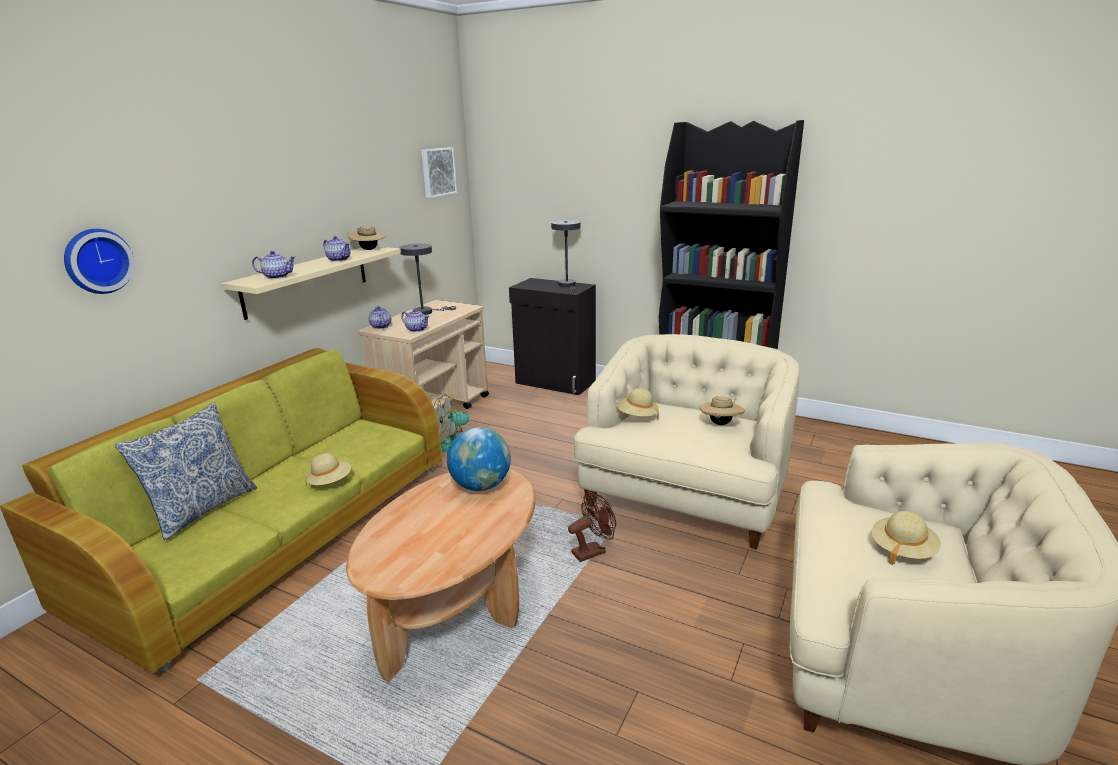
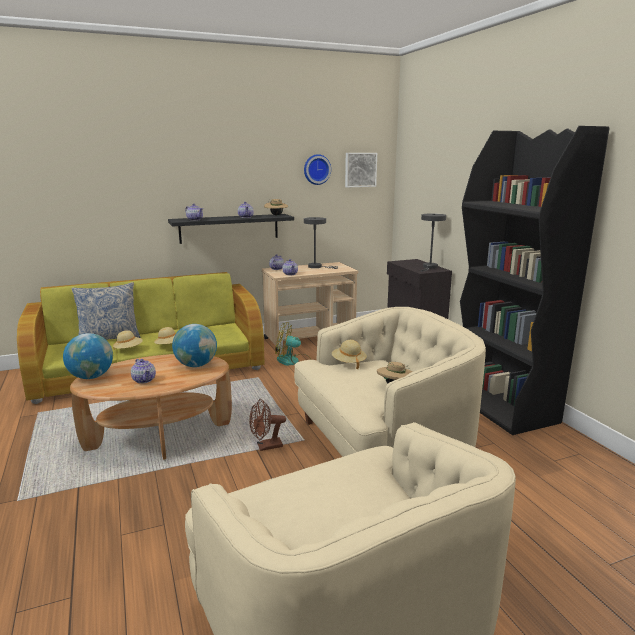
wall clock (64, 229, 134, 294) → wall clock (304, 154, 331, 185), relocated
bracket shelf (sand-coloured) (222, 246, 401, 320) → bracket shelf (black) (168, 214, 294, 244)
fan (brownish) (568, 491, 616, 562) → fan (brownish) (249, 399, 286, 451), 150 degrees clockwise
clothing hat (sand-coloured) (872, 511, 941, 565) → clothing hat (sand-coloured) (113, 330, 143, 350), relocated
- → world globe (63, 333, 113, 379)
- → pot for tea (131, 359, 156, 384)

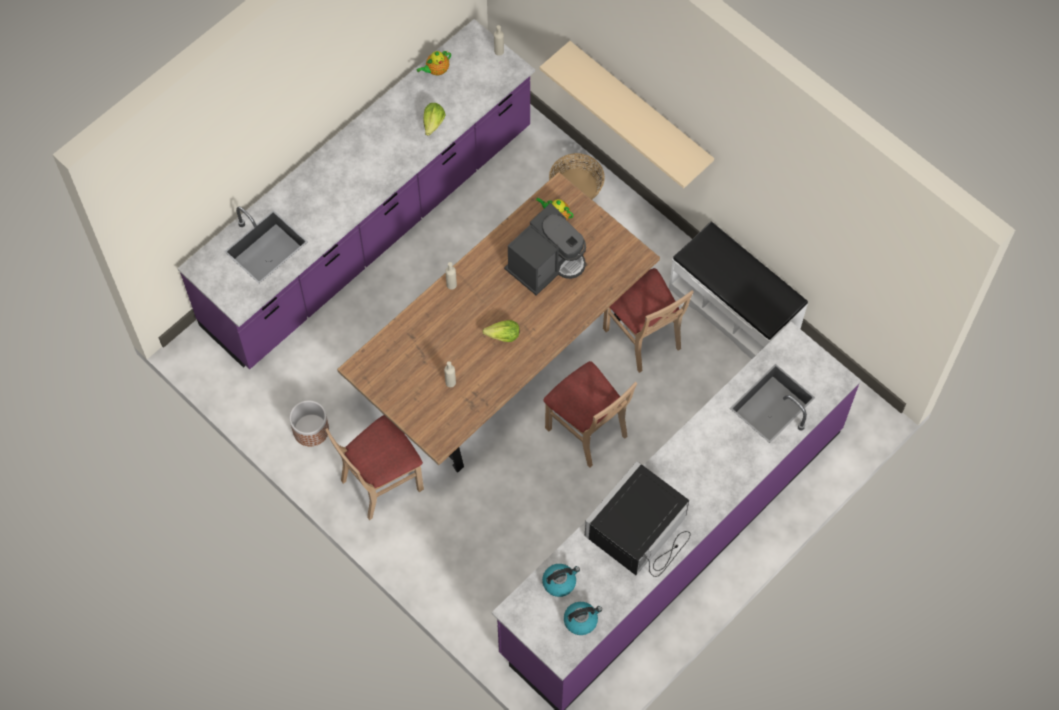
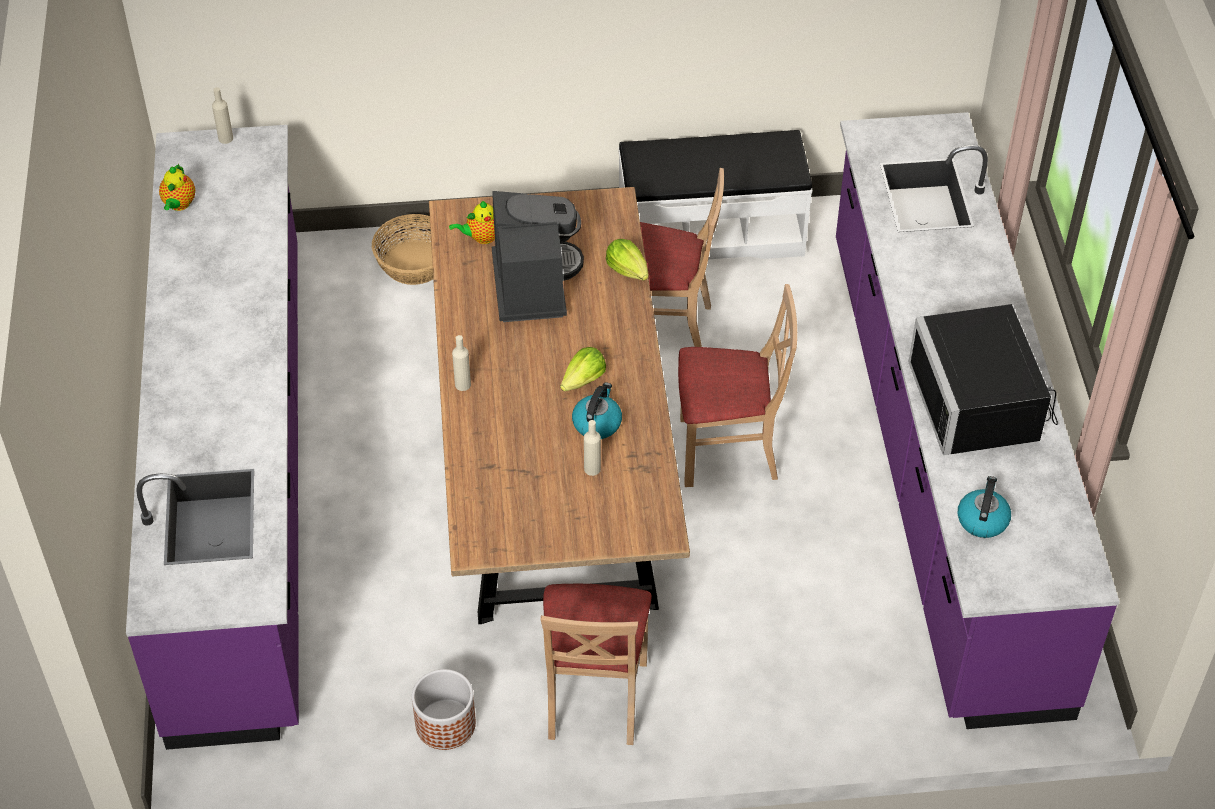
bracket shelf (sand-coloured) (540, 41, 714, 188) → -
lettuce head (423, 103, 446, 136) → lettuce head (606, 239, 649, 281), relocated
water kettle (564, 602, 602, 635) → water kettle (572, 383, 622, 439), relocated

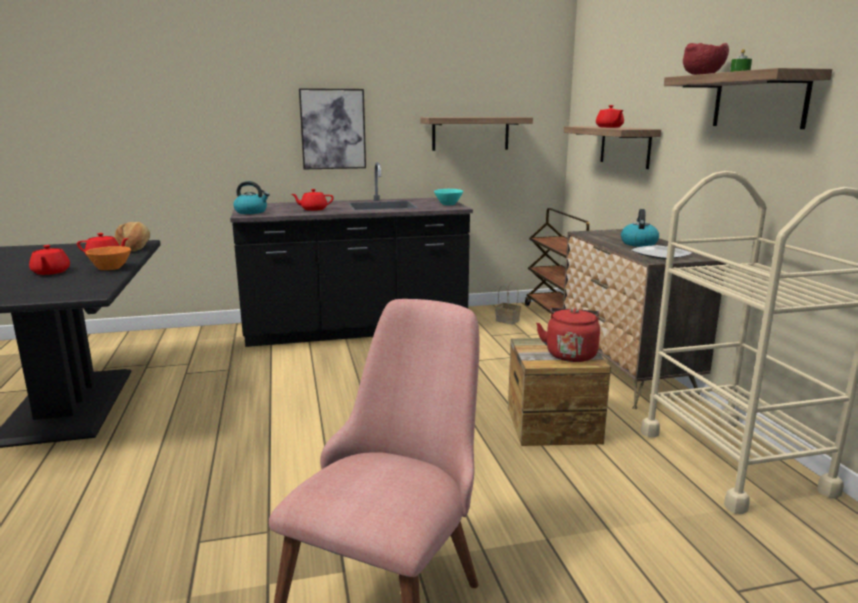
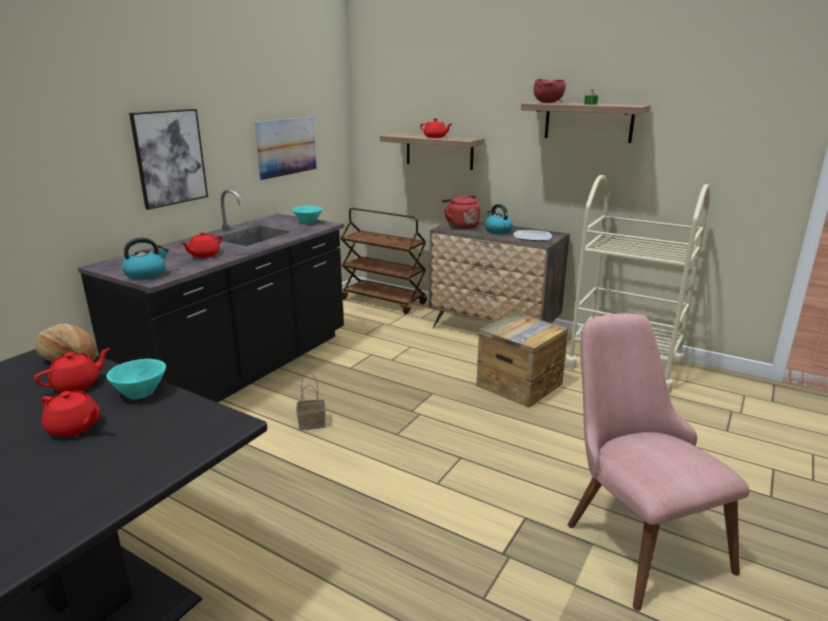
bracket shelf (421, 117, 533, 151) → wall art (255, 117, 317, 180)
bowl (orangey) (86, 246, 131, 270) → bowl (blue-green) (106, 359, 166, 399)
storage basket (495, 281, 521, 325) → storage basket (296, 372, 326, 430), relocated
water kettle (reddish) (536, 308, 600, 362) → water kettle (reddish) (442, 195, 480, 229), relocated

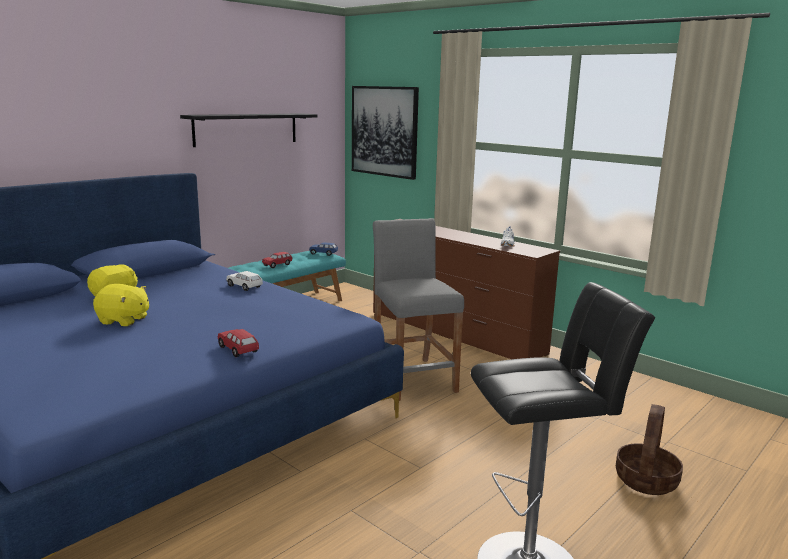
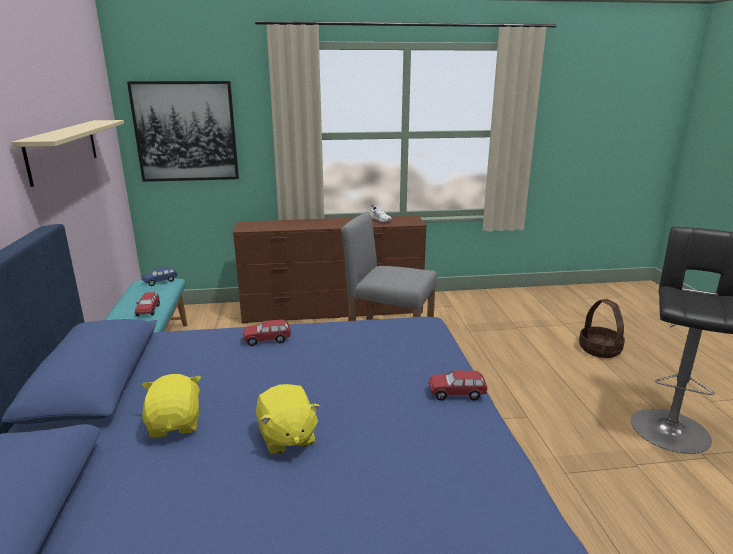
bracket shelf (black) (180, 113, 317, 147) → bracket shelf (sand-coloured) (11, 120, 124, 187)
toy car (whitish) (226, 271, 263, 291) → toy car (reddish) (243, 320, 291, 346)
cuddly toy (yellowish) (93, 284, 149, 326) → cuddly toy (yellowish) (256, 384, 320, 455), 105 degrees clockwise

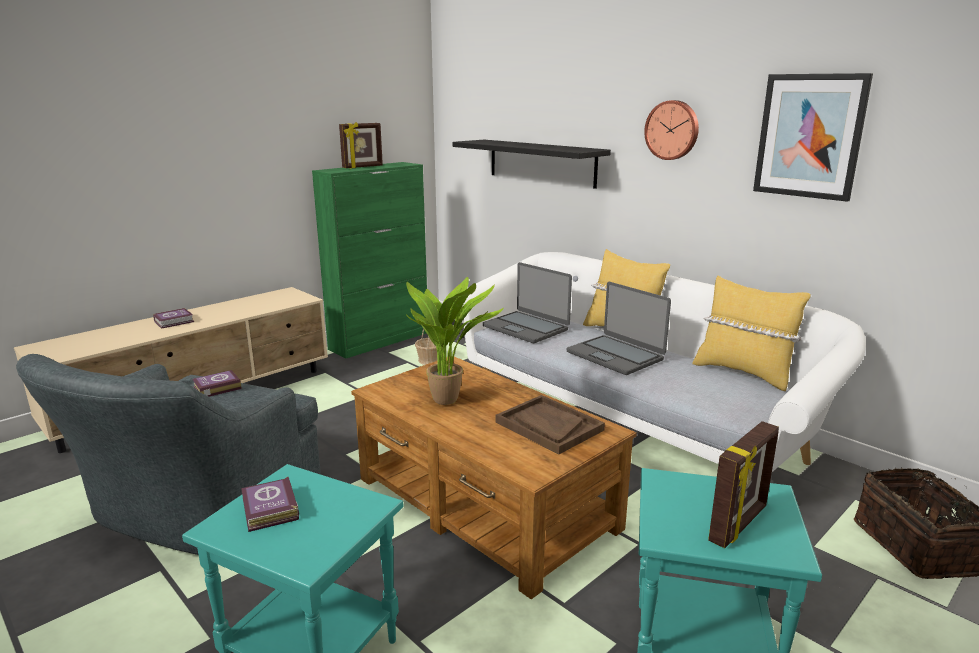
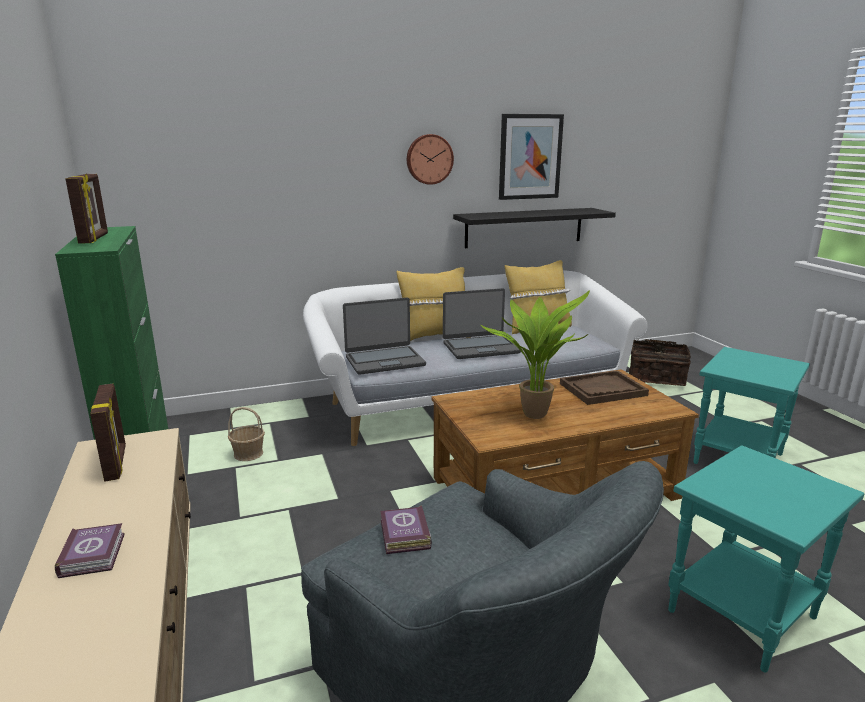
bracket shelf (black) (452, 140, 611, 189) → bracket shelf (black) (453, 208, 616, 248), relocated
photo frame (708, 421, 779, 548) → photo frame (90, 384, 126, 482), relocated
bound book (241, 477, 299, 532) → -

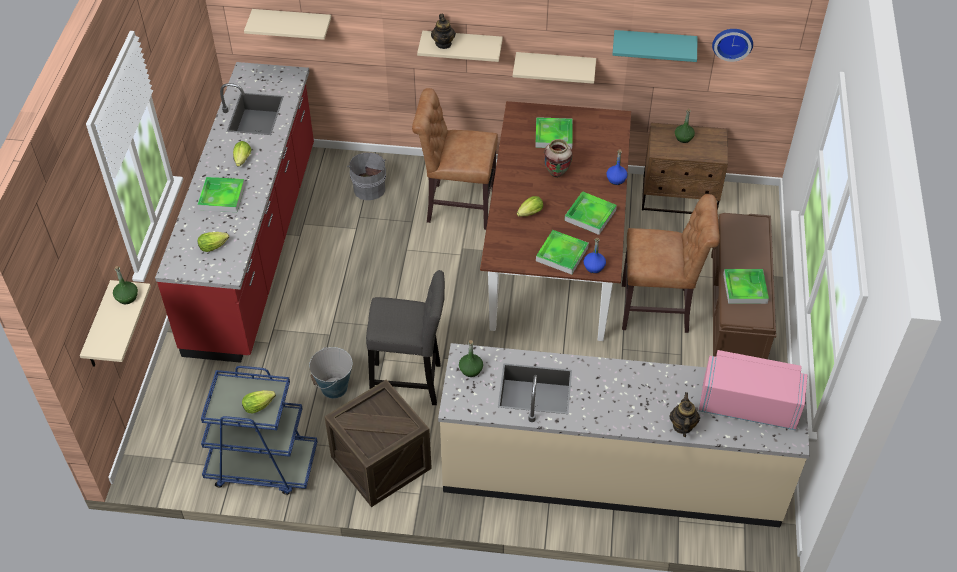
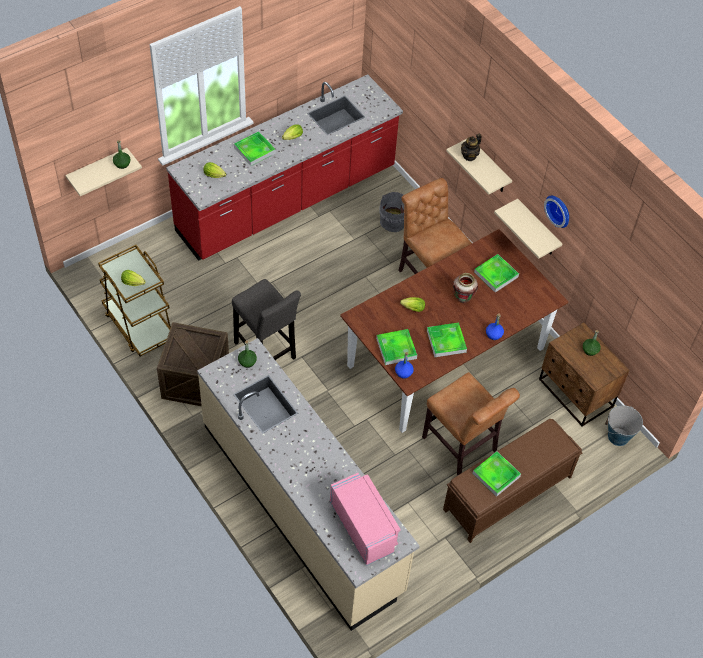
bracket shelf (sand-coloured) (244, 9, 331, 40) → -
wall clock (712, 29, 753, 62) → wall clock (544, 196, 569, 228), relocated
bracket shelf (blue-green) (612, 30, 697, 62) → -
bucket (309, 347, 352, 399) → bucket (605, 405, 643, 446), relocated
cart (bluish) (201, 366, 318, 495) → cart (brownish) (98, 245, 171, 356)
pot for tea (669, 392, 700, 437) → -

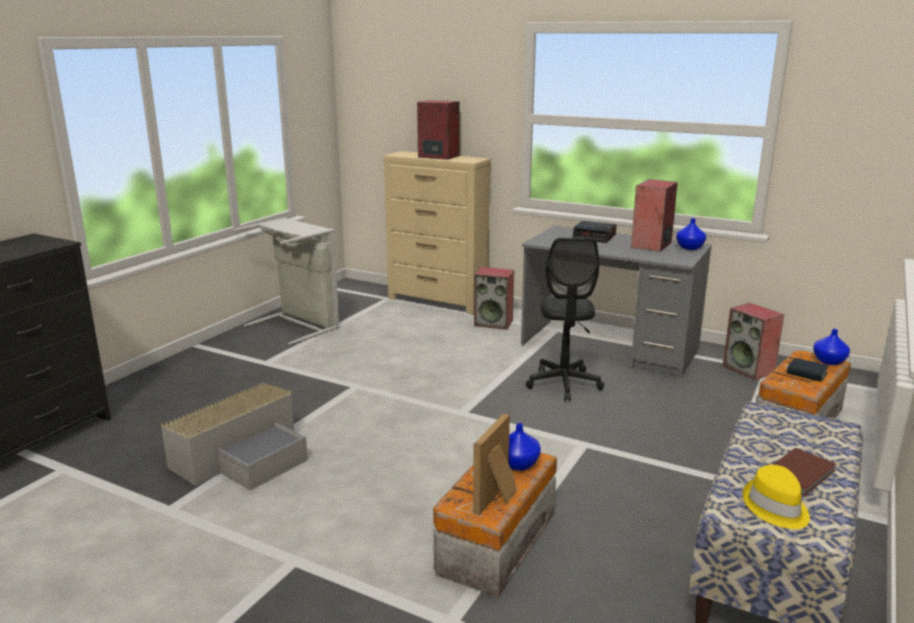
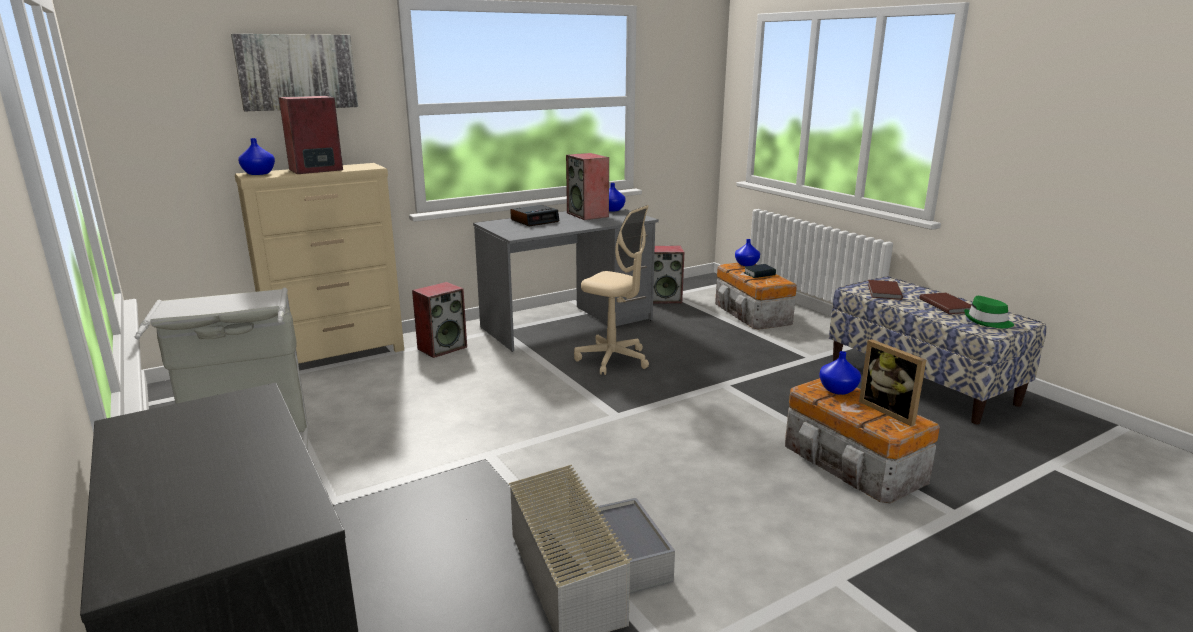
desk chair (black) (526, 238, 604, 402) → desk chair (sand-coloured) (574, 205, 649, 375)
clothing hat (yellowish) (742, 465, 810, 529) → clothing hat (green) (964, 296, 1014, 328)
- → wall art (231, 34, 358, 111)
- → decorative vase (bluish) (238, 138, 275, 175)
- → bound book (brownish) (868, 280, 903, 300)

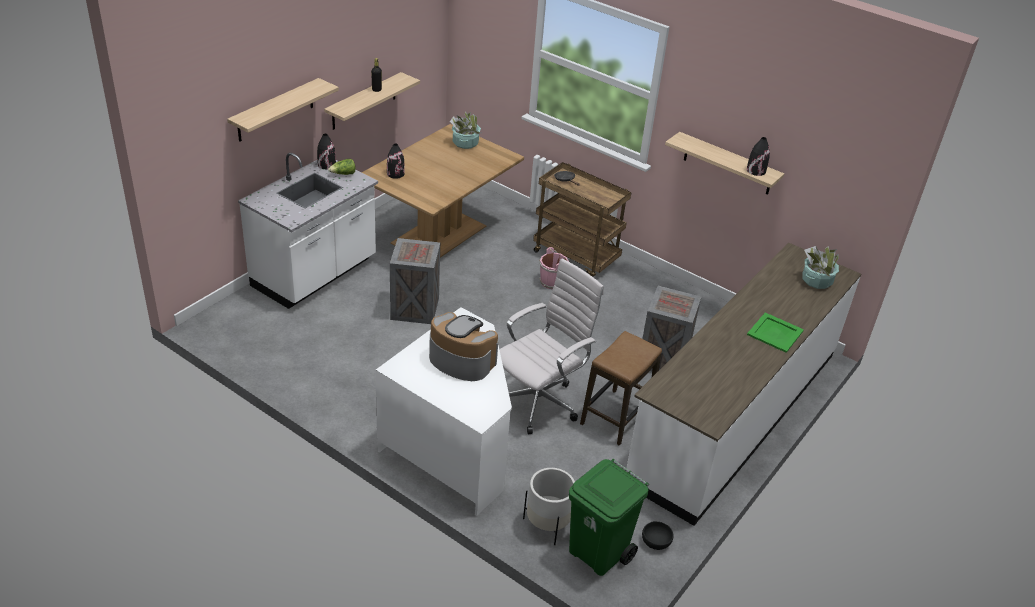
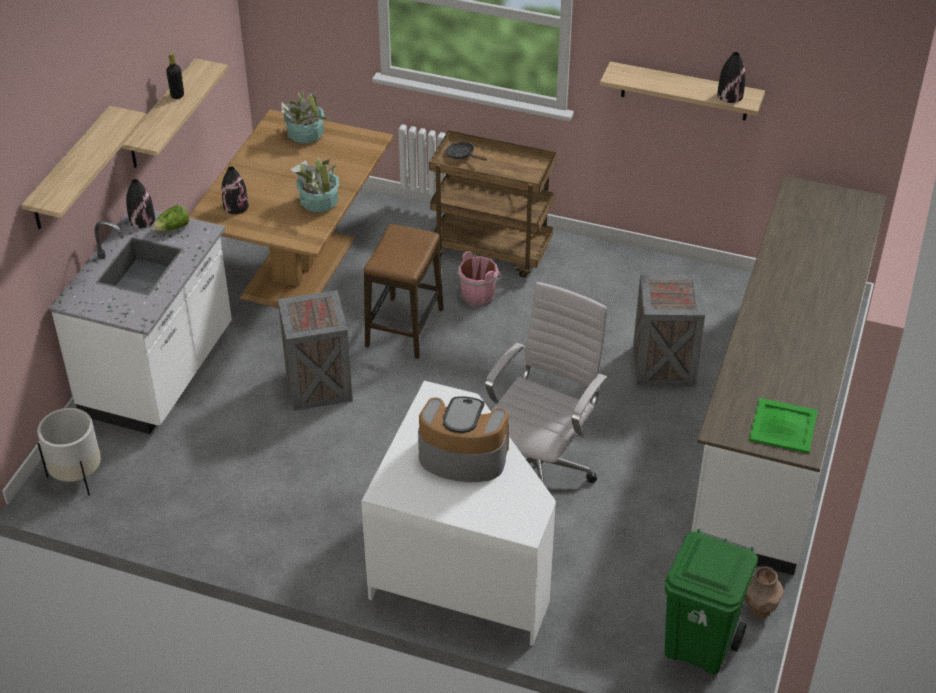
plant in a pot (802, 246, 839, 289) → plant in a pot (291, 158, 339, 213), relocated
carrying tray (green) (747, 313, 804, 353) → carrying tray (green) (749, 398, 818, 454), relocated
stool (580, 331, 662, 446) → stool (364, 224, 443, 359), relocated
planter (whitish) (523, 468, 575, 545) → planter (whitish) (37, 408, 101, 496), relocated
bowl (black) (642, 521, 674, 550) → decorative vase (brownish) (745, 566, 784, 618)

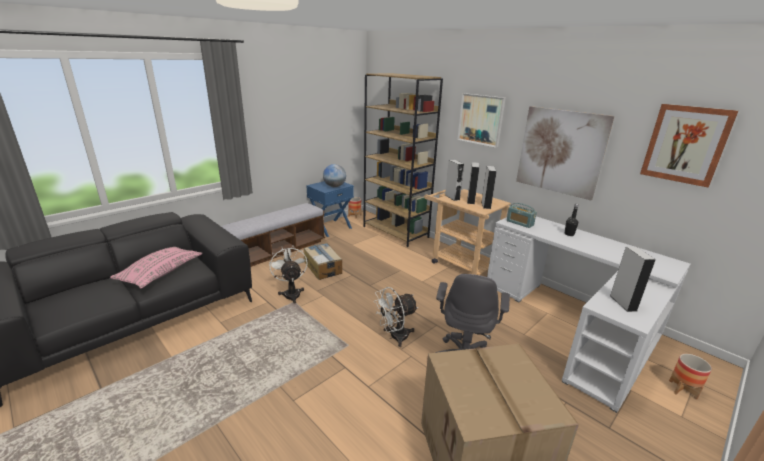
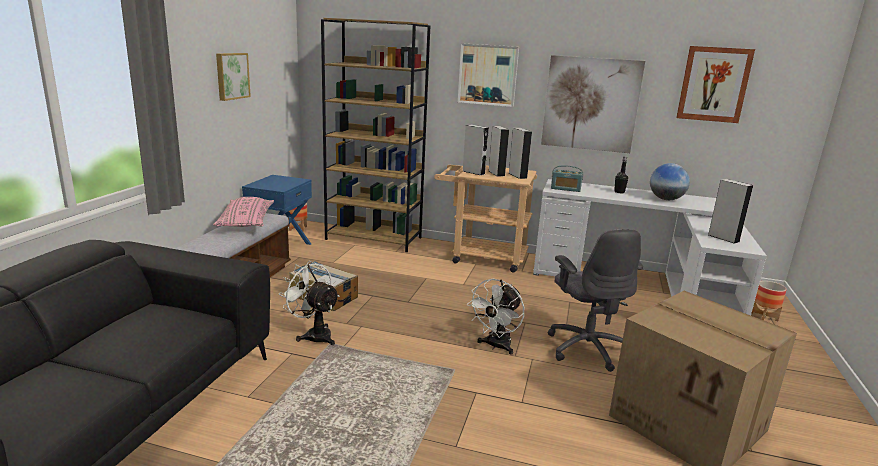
world globe (323, 164, 346, 187) → world globe (650, 163, 690, 200), relocated
pillow (pinkish) (110, 247, 202, 288) → pillow (pinkish) (213, 197, 274, 227), relocated
- → wall art (216, 53, 251, 101)

